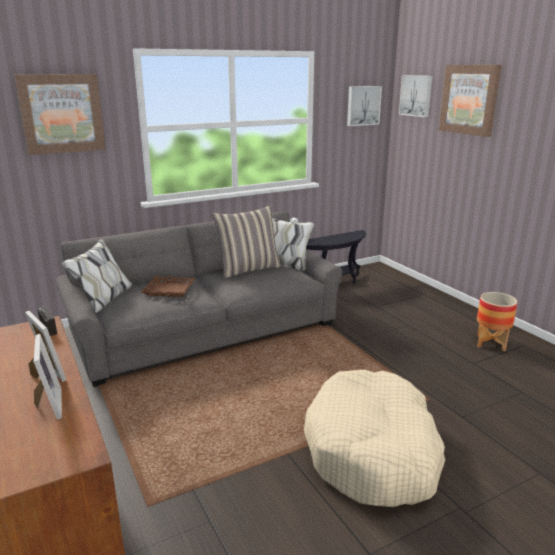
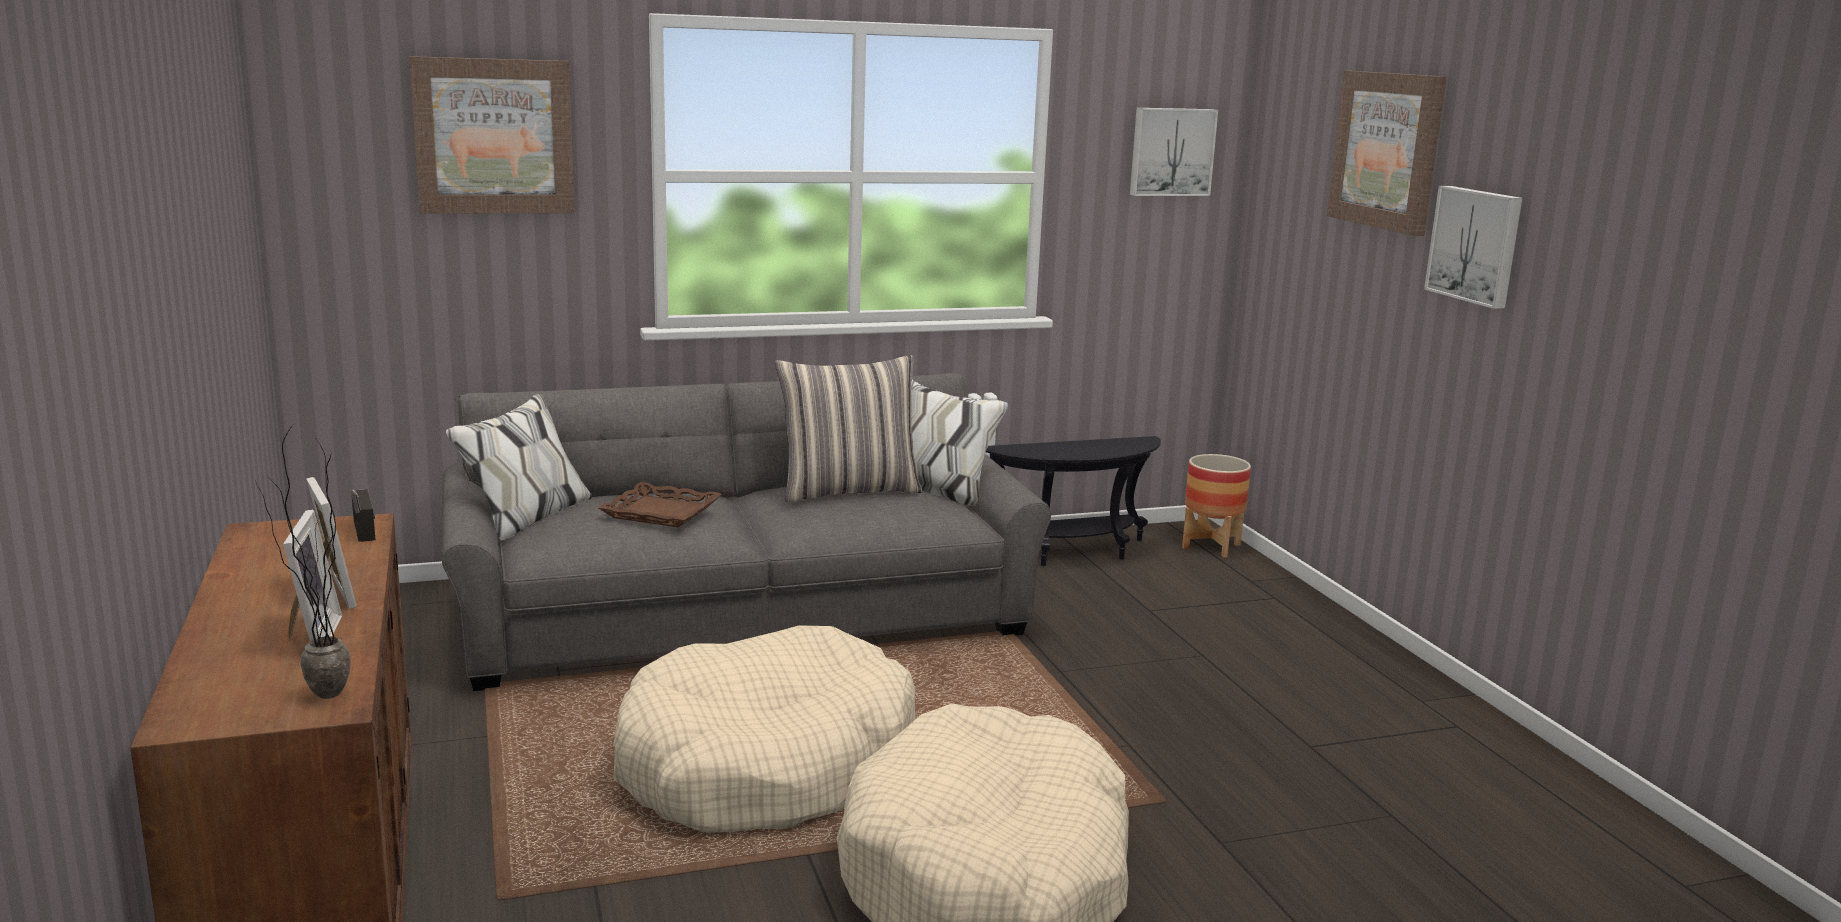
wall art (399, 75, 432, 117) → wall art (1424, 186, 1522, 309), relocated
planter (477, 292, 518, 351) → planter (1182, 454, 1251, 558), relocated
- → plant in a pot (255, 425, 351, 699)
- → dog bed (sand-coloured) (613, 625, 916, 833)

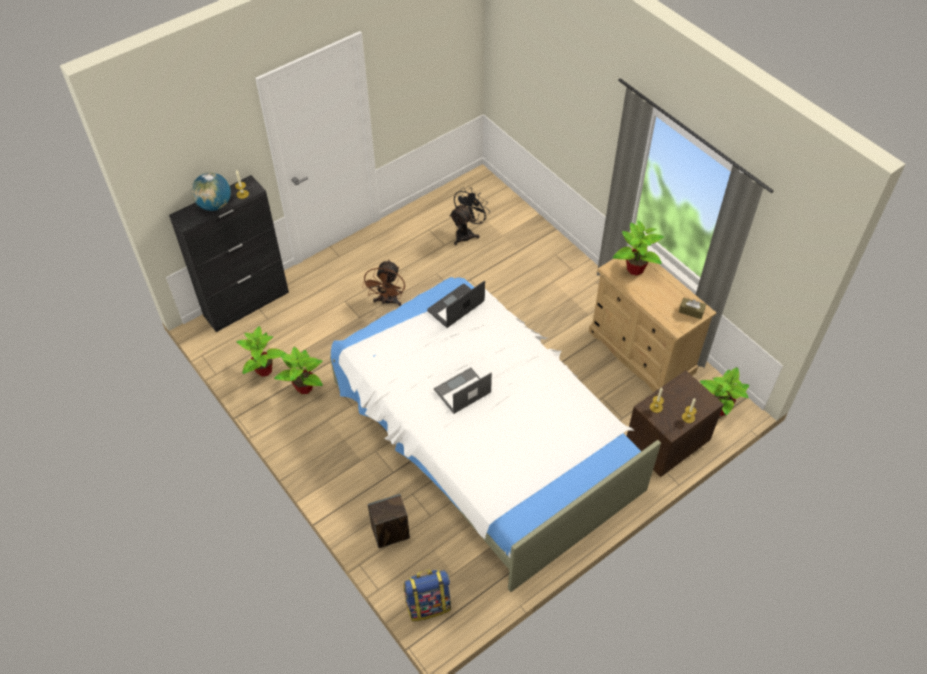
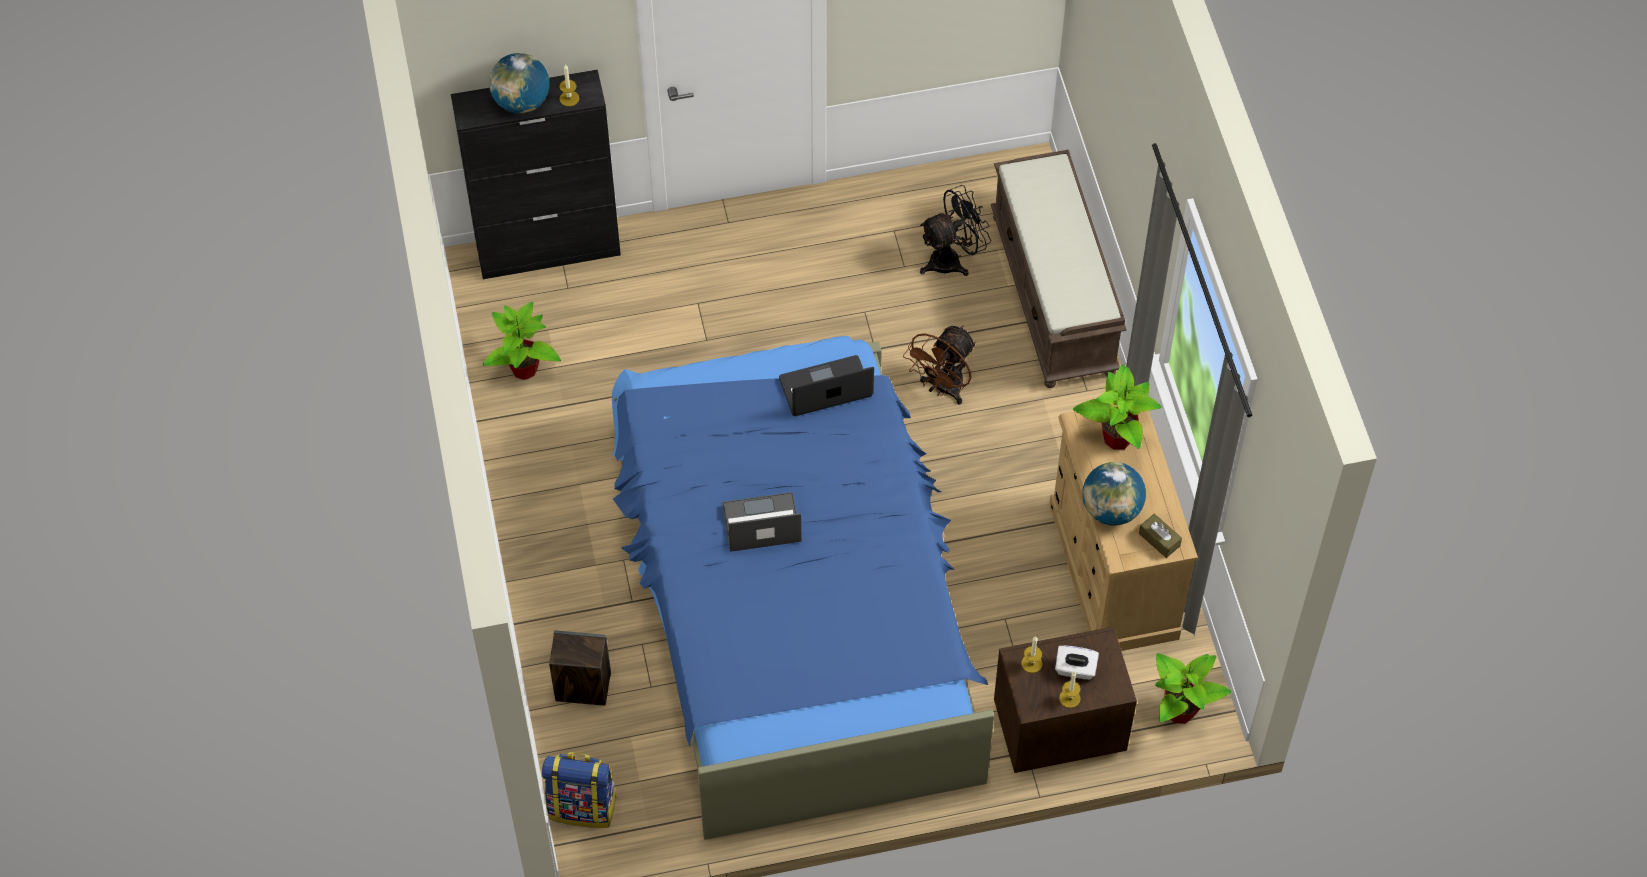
fan (brownish) (362, 260, 405, 306) → fan (brownish) (903, 326, 976, 405), relocated
sleeping bed (whitish) (330, 277, 661, 592) → sleeping bed (bluish) (612, 336, 994, 840)
plant in a pot (274, 347, 323, 394) → -
- → bench (brownish) (991, 150, 1127, 388)
- → world globe (1082, 462, 1146, 526)
- → tissue box (whitish) (1055, 646, 1099, 680)

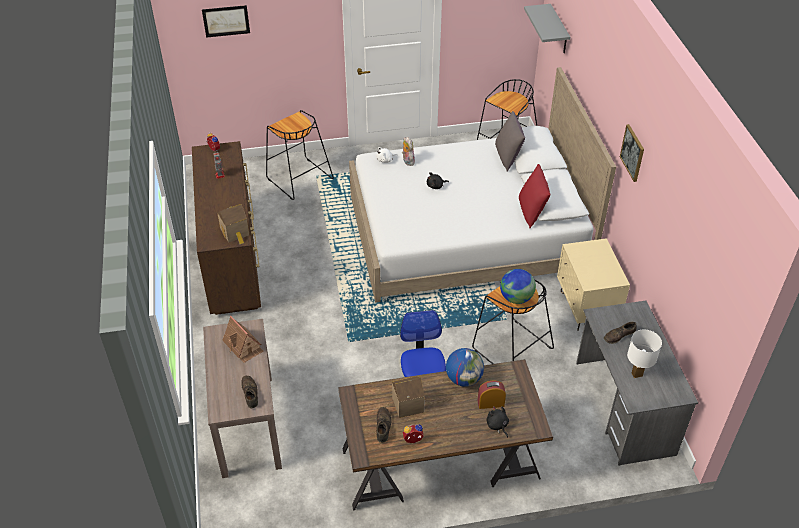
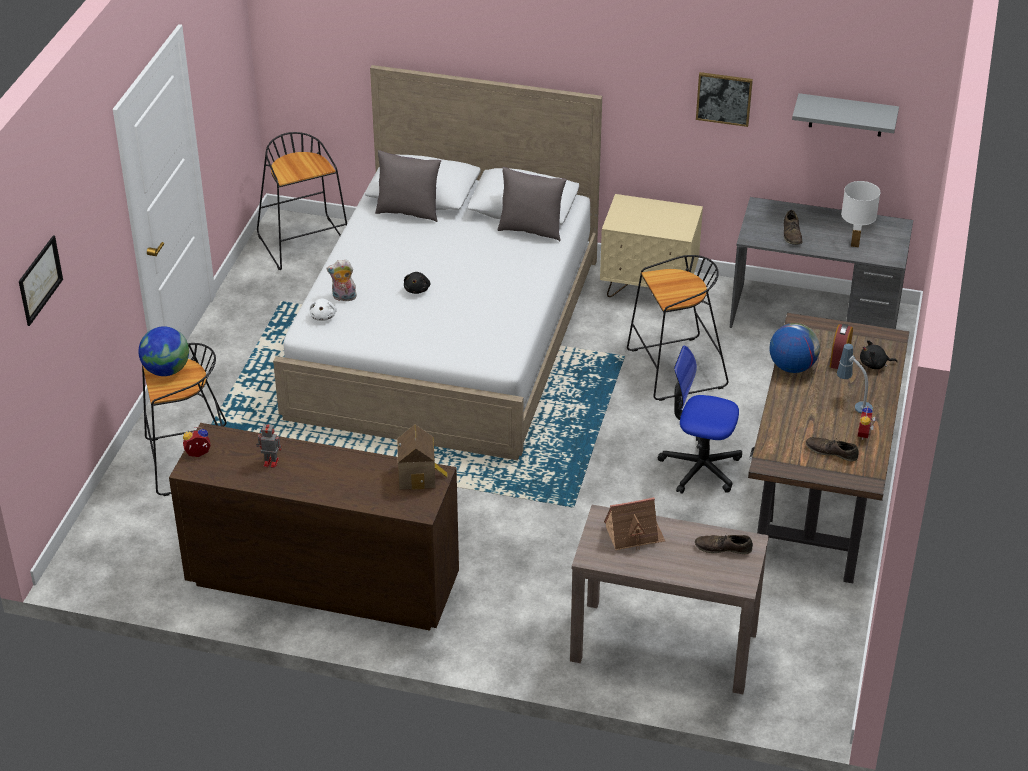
bracket shelf (grey) (524, 4, 570, 53) → bracket shelf (grey) (792, 93, 899, 137), relocated
wall art (620, 124, 644, 182) → wall art (696, 72, 753, 127), relocated
pillow (reddish) (519, 164, 550, 228) → pillow (grey) (498, 167, 567, 241)
world globe (500, 269, 536, 304) → world globe (139, 326, 189, 376), relocated
toy house (392, 376, 425, 418) → -
- → lamp for a table (837, 344, 873, 414)

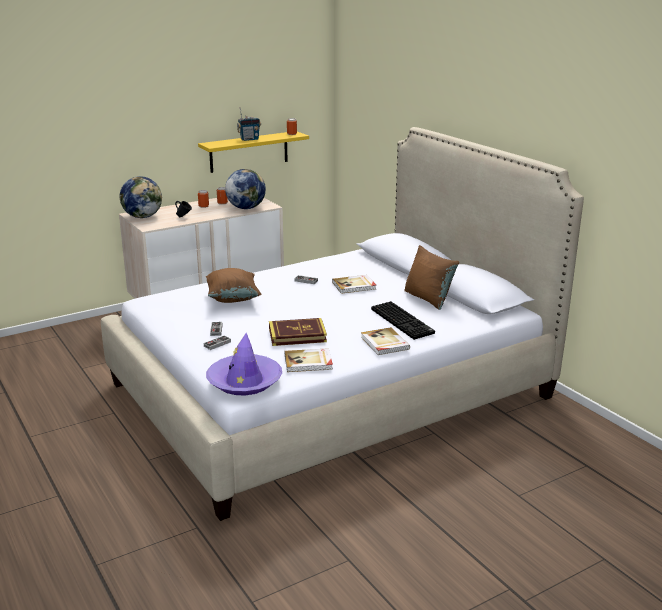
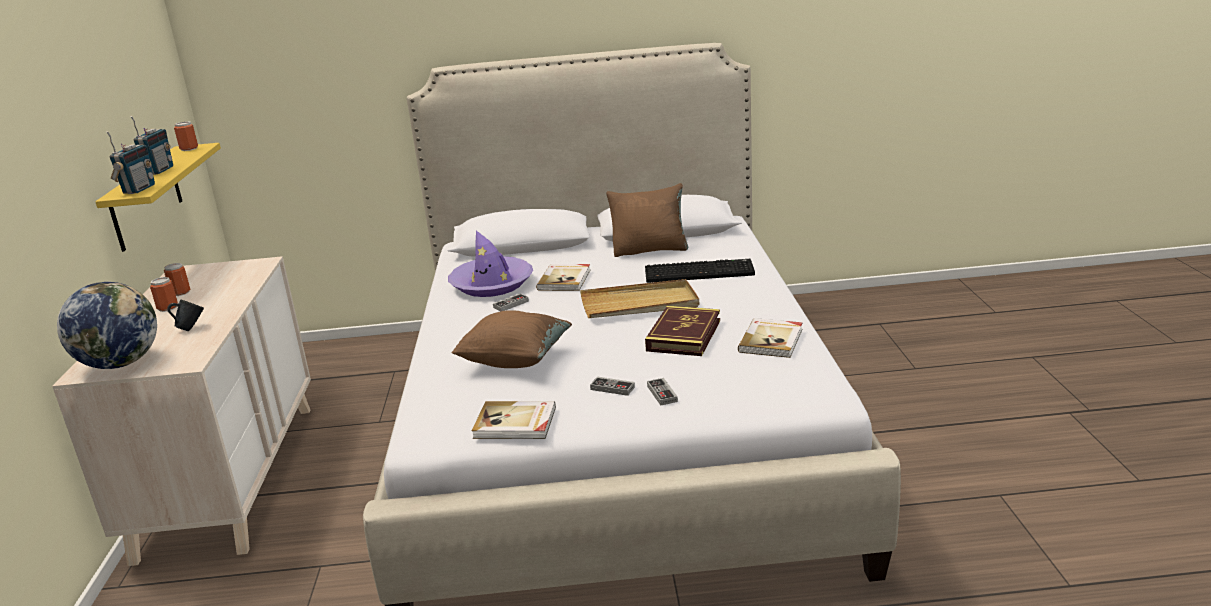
world globe (225, 169, 266, 209) → -
bound book (361, 327, 410, 355) → bound book (472, 401, 556, 439), relocated
clothing hat (purple) (206, 333, 282, 395) → clothing hat (purple) (448, 230, 533, 297), relocated
- → radio set (106, 131, 155, 194)
- → carrying tray (sand-coloured) (580, 279, 699, 318)

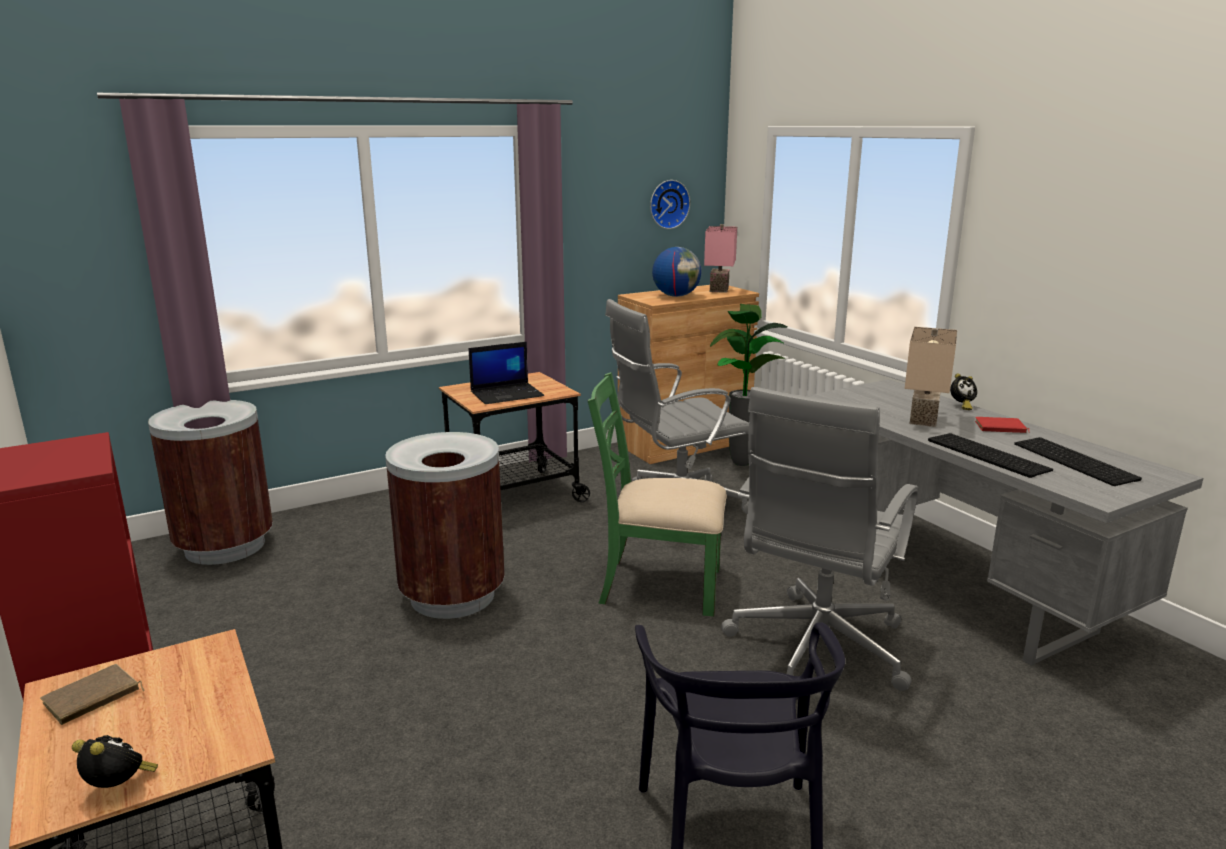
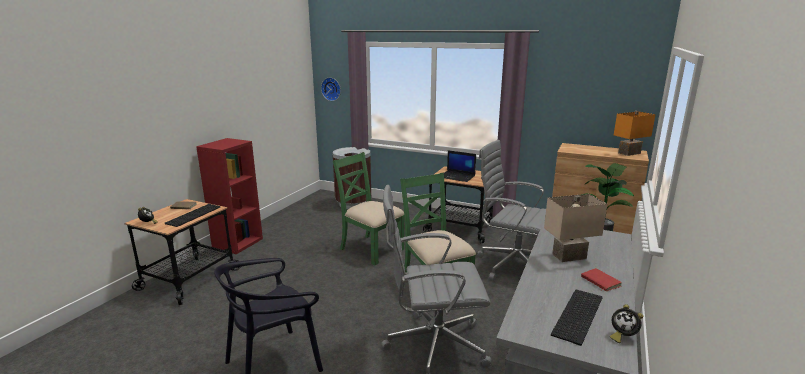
wall clock (650, 180, 690, 229) → wall clock (321, 77, 341, 101), relocated
lamp for a table (pinkish) (704, 224, 737, 293) → lamp for a table (orangey) (614, 111, 656, 156)
world globe (652, 247, 702, 297) → -
alarm clock (950, 373, 977, 410) → alarm clock (610, 304, 643, 343), relocated
trash can (brownish) (385, 432, 505, 619) → chair (green) (333, 152, 404, 265)
keyboard (928, 433, 1053, 478) → keyboard (165, 204, 221, 227), relocated

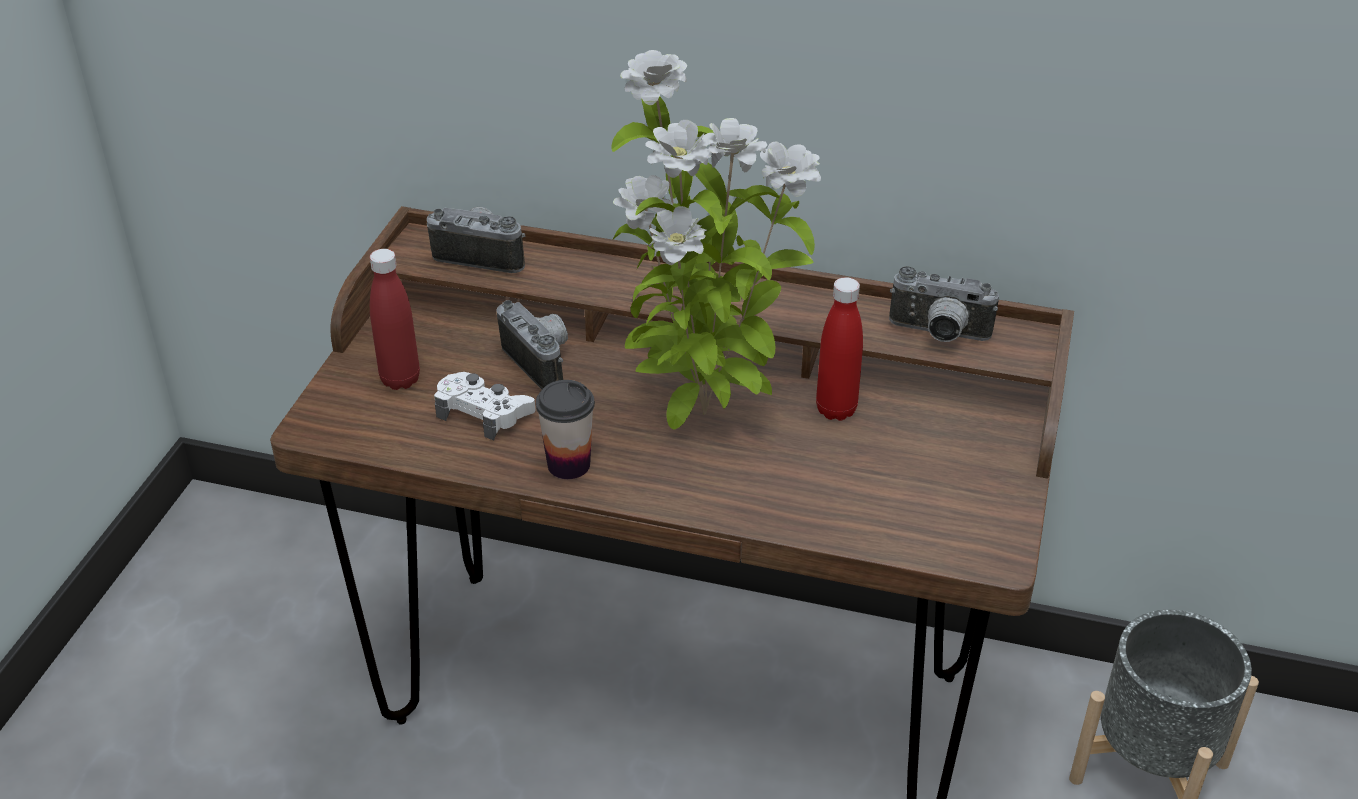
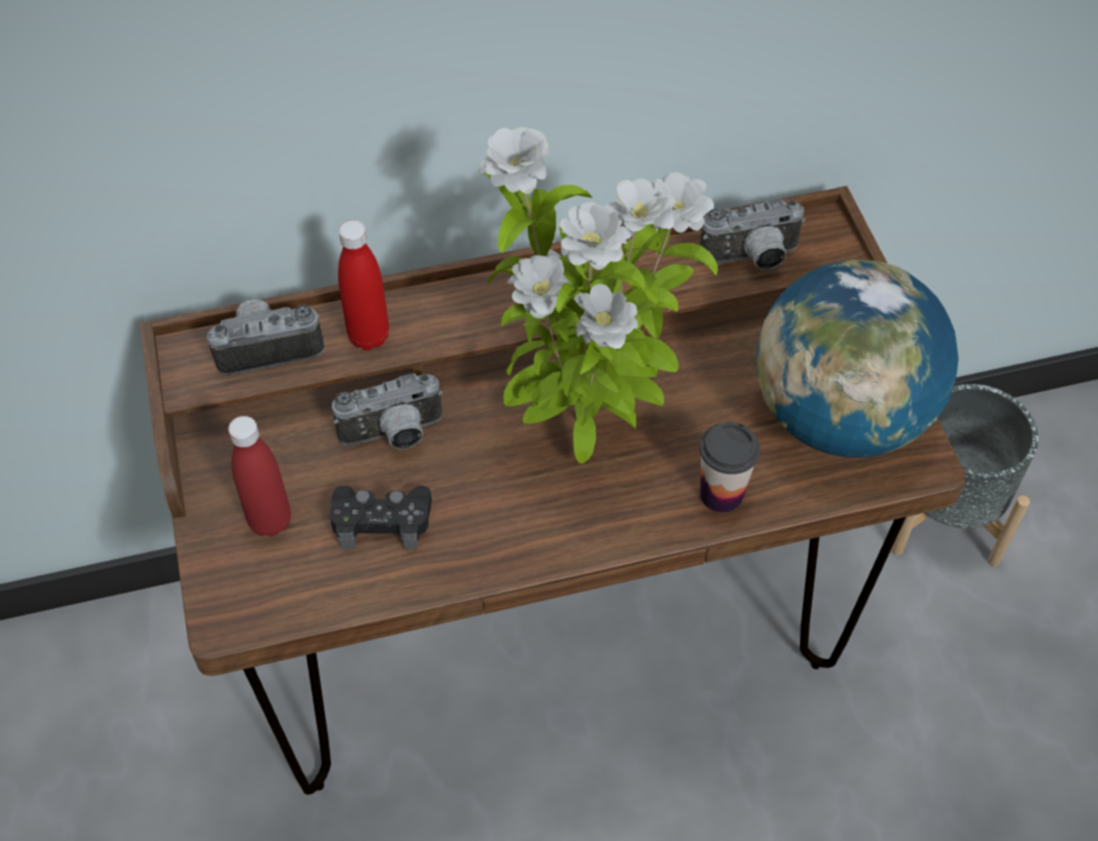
drink bottle (reddish) (816, 277, 863, 421) → drink bottle (reddish) (338, 220, 389, 350), relocated
still camera (496, 300, 568, 390) → still camera (332, 373, 443, 449), 135 degrees clockwise
game controller (whitish) (434, 372, 536, 441) → game controller (black) (329, 485, 432, 549)
small cup (536, 380, 595, 479) → small cup (700, 422, 760, 513), relocated
- → world globe (757, 260, 959, 458)

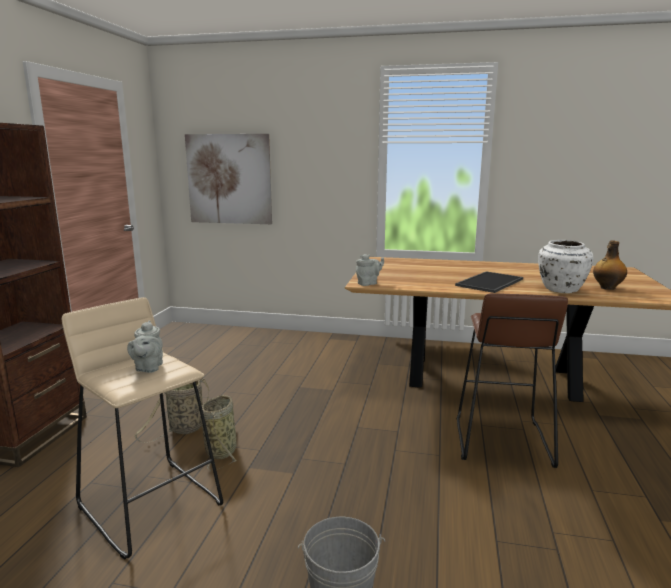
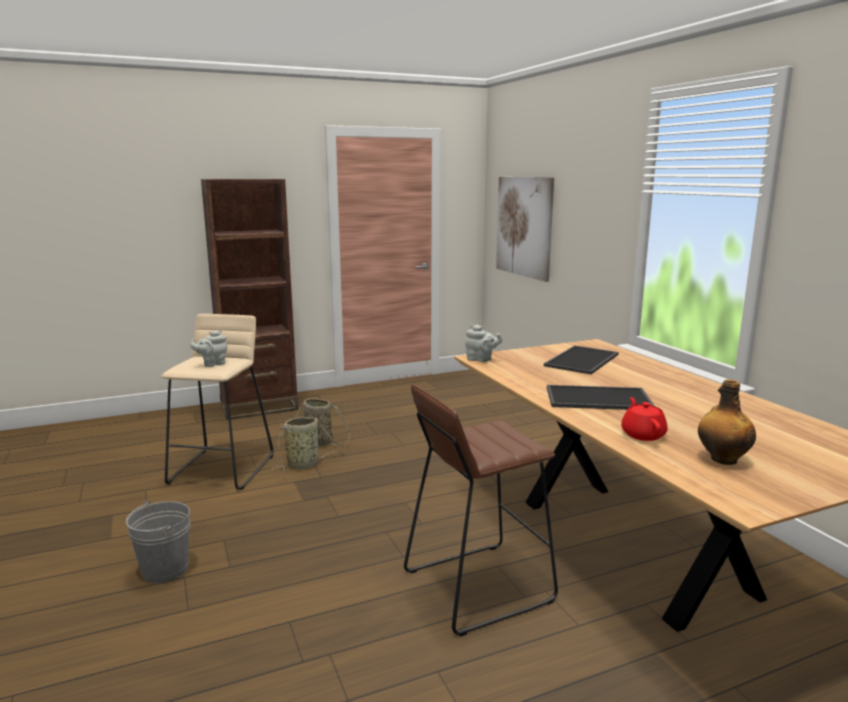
decorative vase (whitish) (538, 240, 594, 293) → pot for tea (reddish) (621, 397, 668, 441)
- → carrying tray (544, 345, 619, 374)

